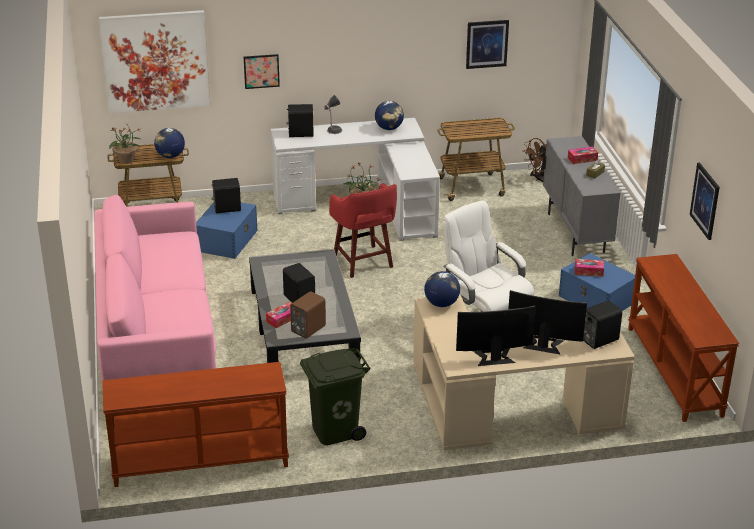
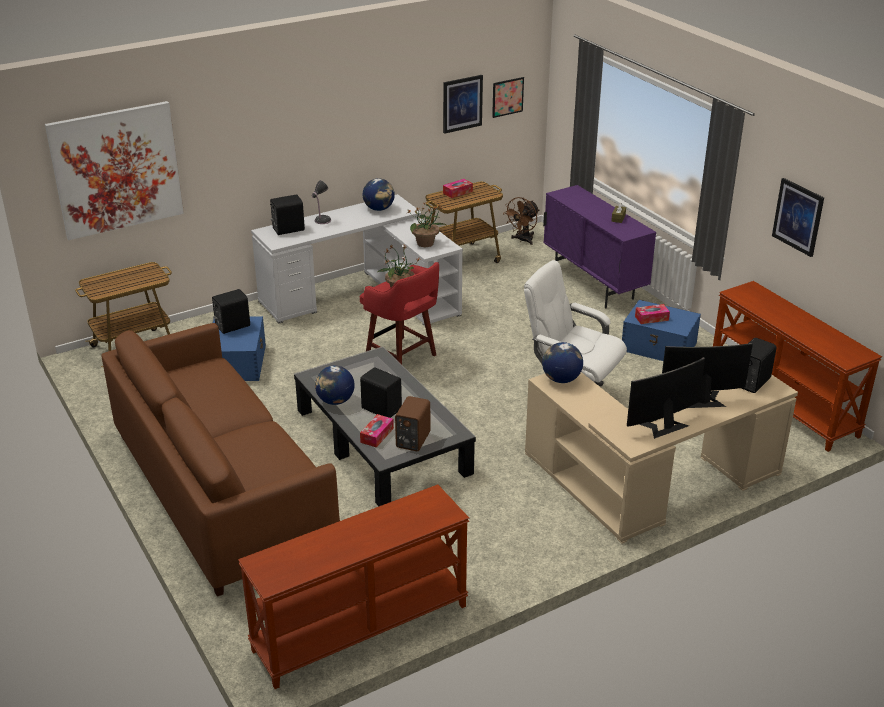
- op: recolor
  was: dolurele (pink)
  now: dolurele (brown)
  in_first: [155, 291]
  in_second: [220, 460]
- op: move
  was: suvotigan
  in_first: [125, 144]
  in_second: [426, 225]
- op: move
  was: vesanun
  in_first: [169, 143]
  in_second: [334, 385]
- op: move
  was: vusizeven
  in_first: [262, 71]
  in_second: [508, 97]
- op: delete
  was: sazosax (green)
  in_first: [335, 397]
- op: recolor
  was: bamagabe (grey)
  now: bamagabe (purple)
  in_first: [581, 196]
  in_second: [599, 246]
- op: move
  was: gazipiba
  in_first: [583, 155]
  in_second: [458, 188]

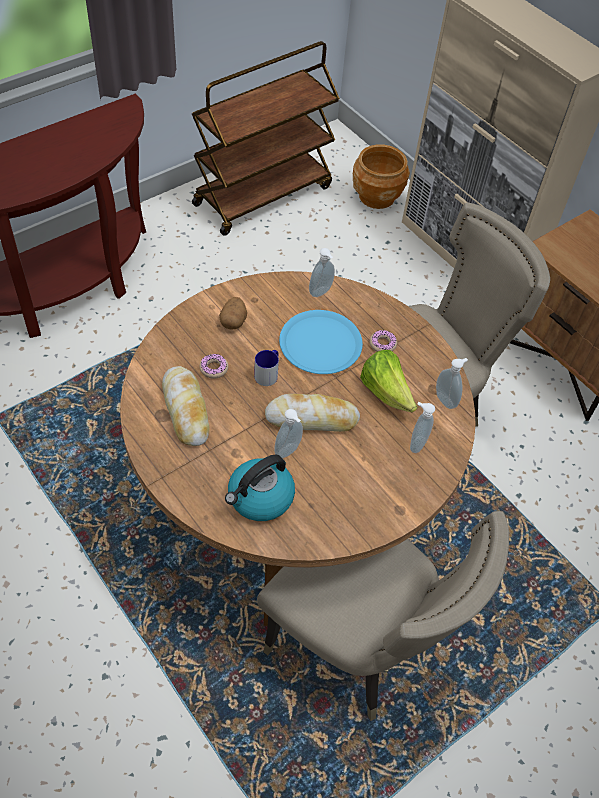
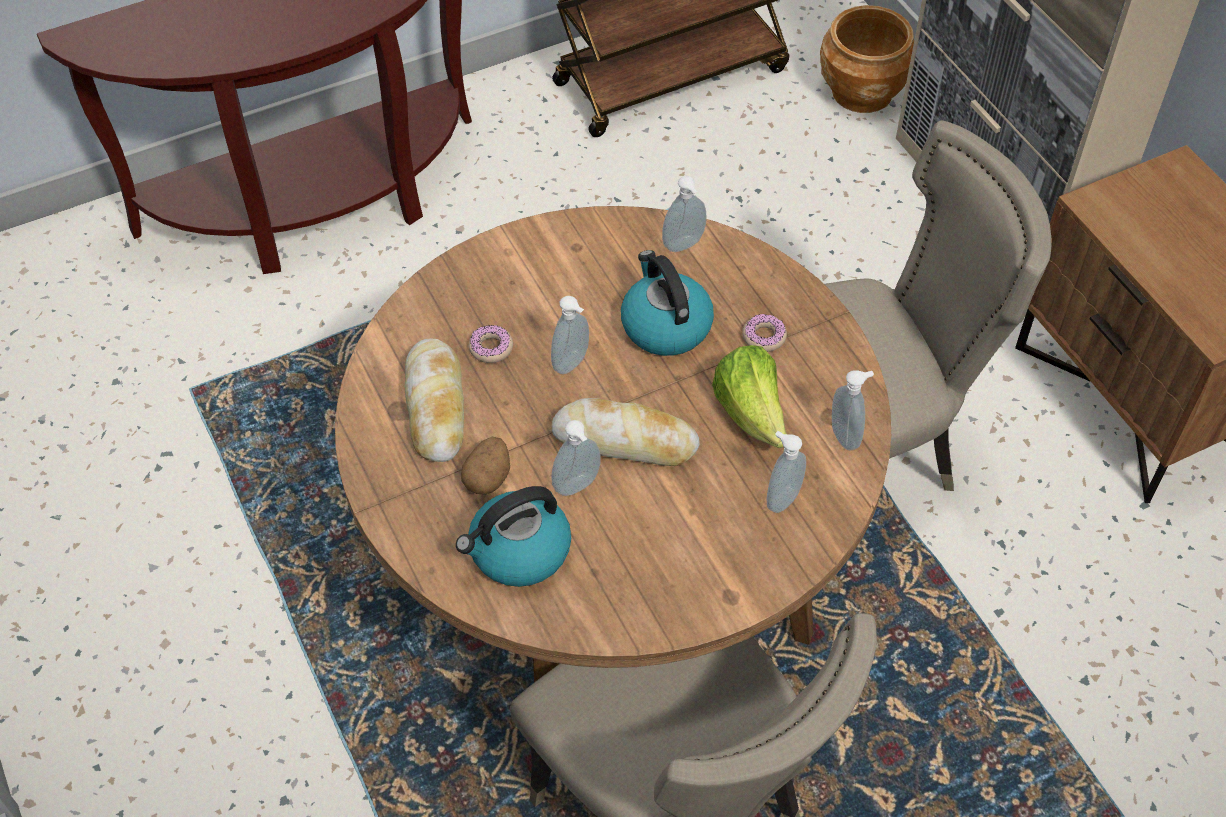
- op: move
  was: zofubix
  in_first: [233, 313]
  in_second: [485, 466]
- op: replace
  was: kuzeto
  now: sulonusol
  in_first: [266, 368]
  in_second: [570, 335]
- op: replace
  was: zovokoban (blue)
  now: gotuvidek
  in_first: [321, 342]
  in_second: [667, 303]

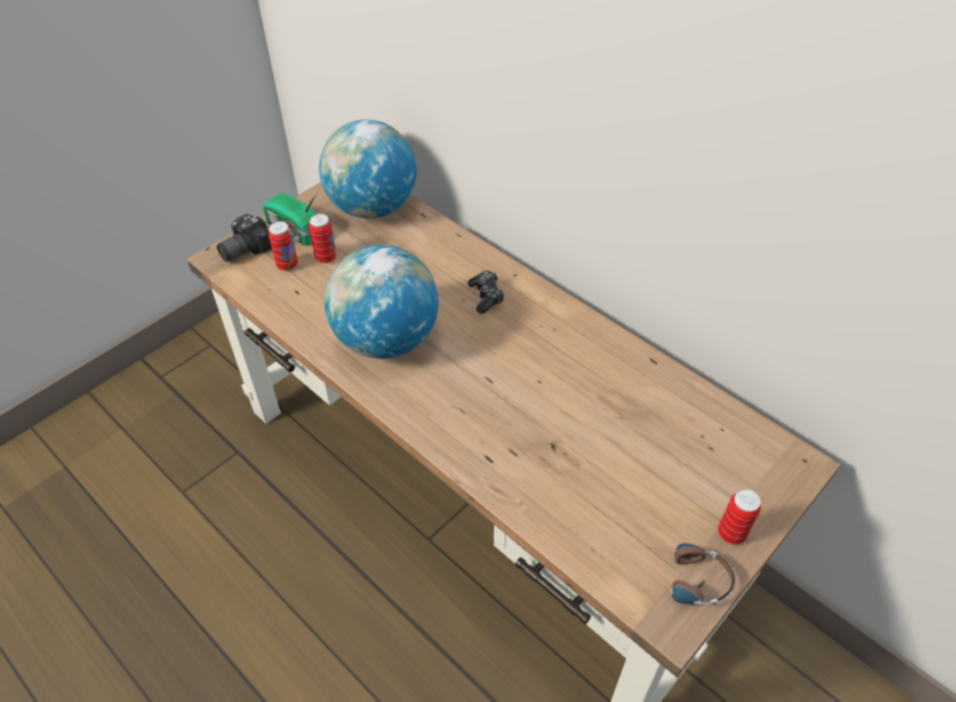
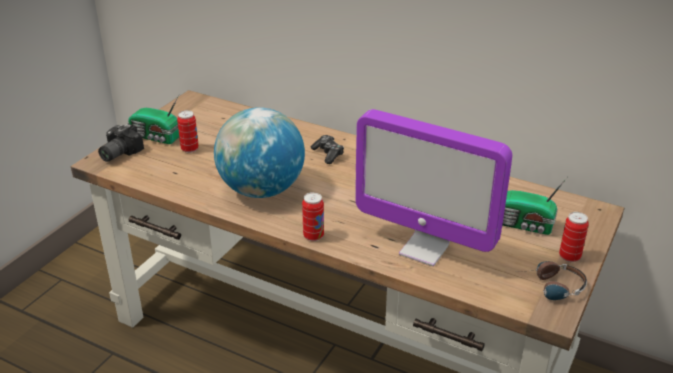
- op: move
  was: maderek
  in_first: [283, 246]
  in_second: [313, 216]
- op: delete
  was: vesanun
  in_first: [368, 169]
- op: insert
  now: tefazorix
  in_second: [433, 187]
- op: insert
  now: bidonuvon
  in_second: [535, 205]

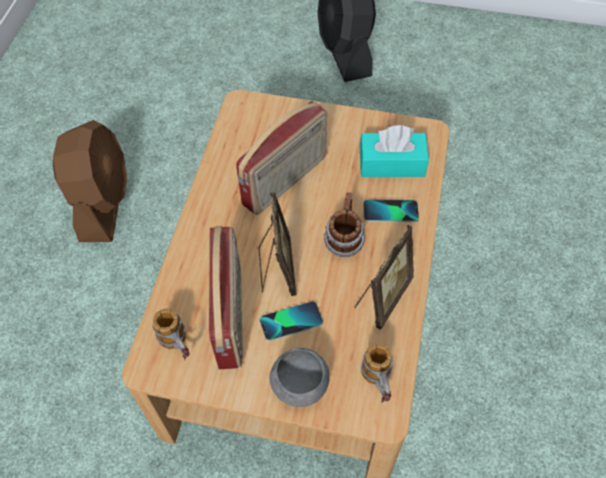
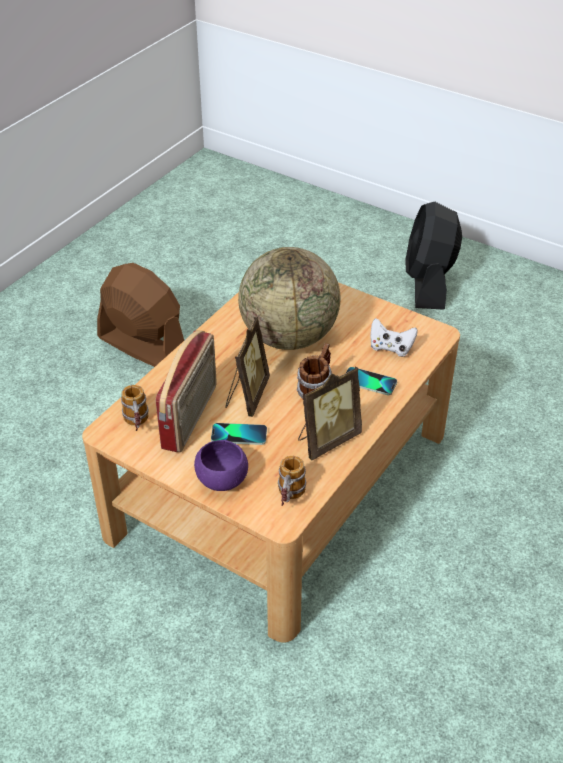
- op: rotate
  was: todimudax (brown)
  in_first: [90, 181]
  in_second: [140, 315]
  clockwise: -75
- op: replace
  was: bidonuvon
  now: vesanun
  in_first: [281, 158]
  in_second: [289, 298]
- op: recolor
  was: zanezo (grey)
  now: zanezo (purple)
  in_first: [300, 377]
  in_second: [221, 465]
- op: replace
  was: gazipiba (turquoise)
  now: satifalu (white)
  in_first: [394, 151]
  in_second: [394, 337]

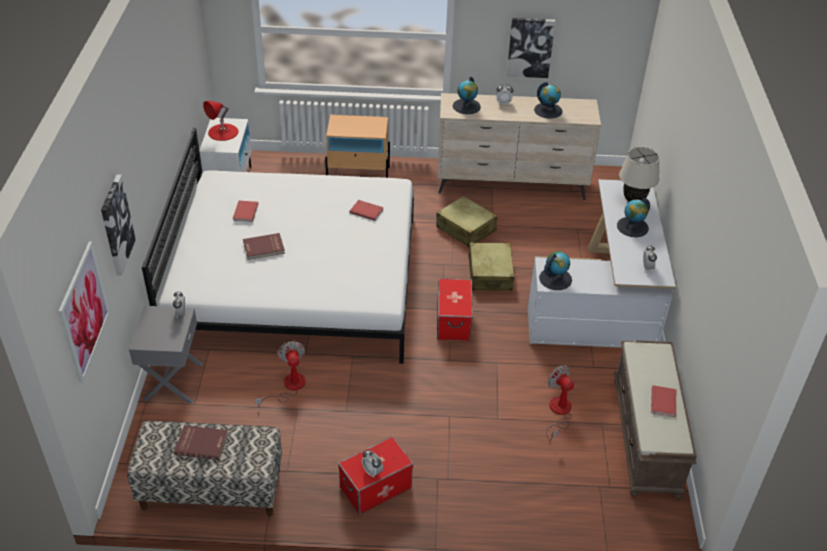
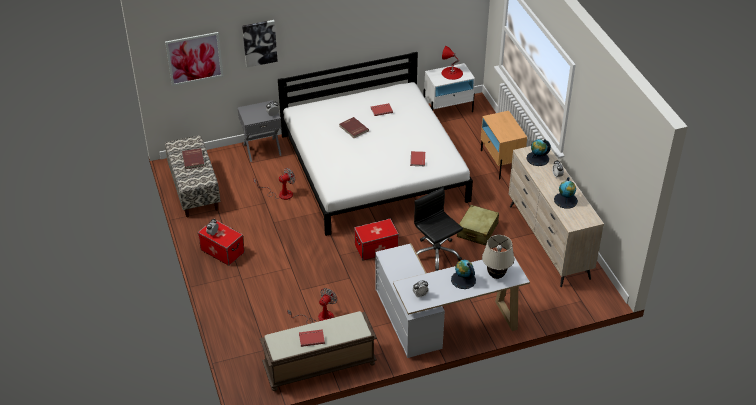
- op: replace
  was: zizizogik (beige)
  now: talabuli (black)
  in_first: [492, 266]
  in_second: [438, 229]
- op: delete
  was: vusizeven
  in_first: [530, 48]
- op: delete
  was: vesanun
  in_first: [555, 270]

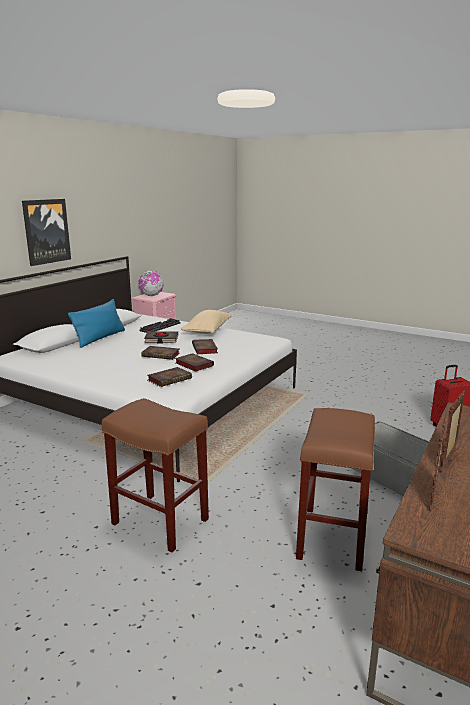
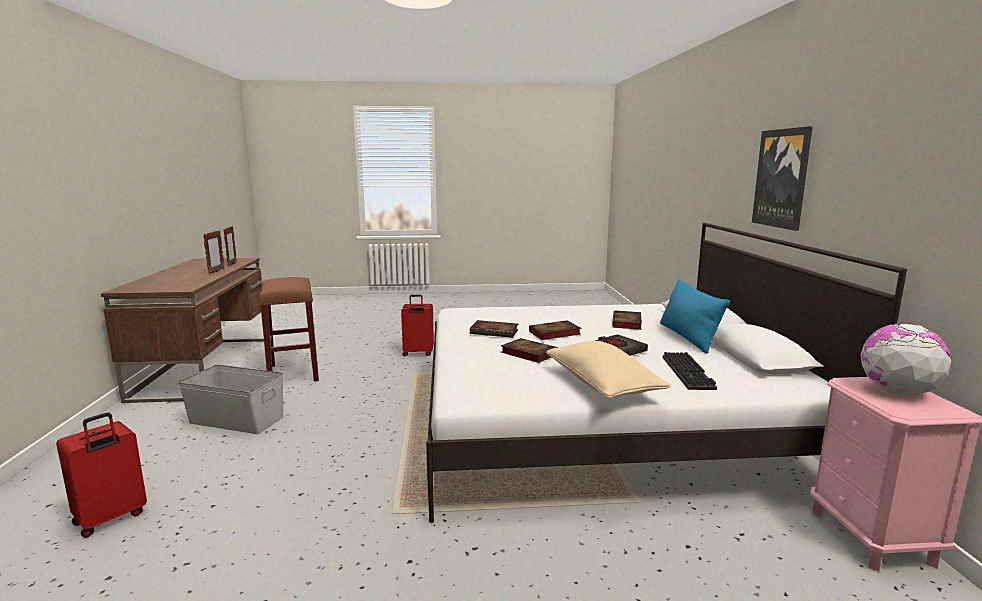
- op: replace
  was: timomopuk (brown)
  now: zizizogik (red)
  in_first: [155, 475]
  in_second: [417, 325]
- op: move
  was: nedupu
  in_first: [169, 377]
  in_second: [627, 320]

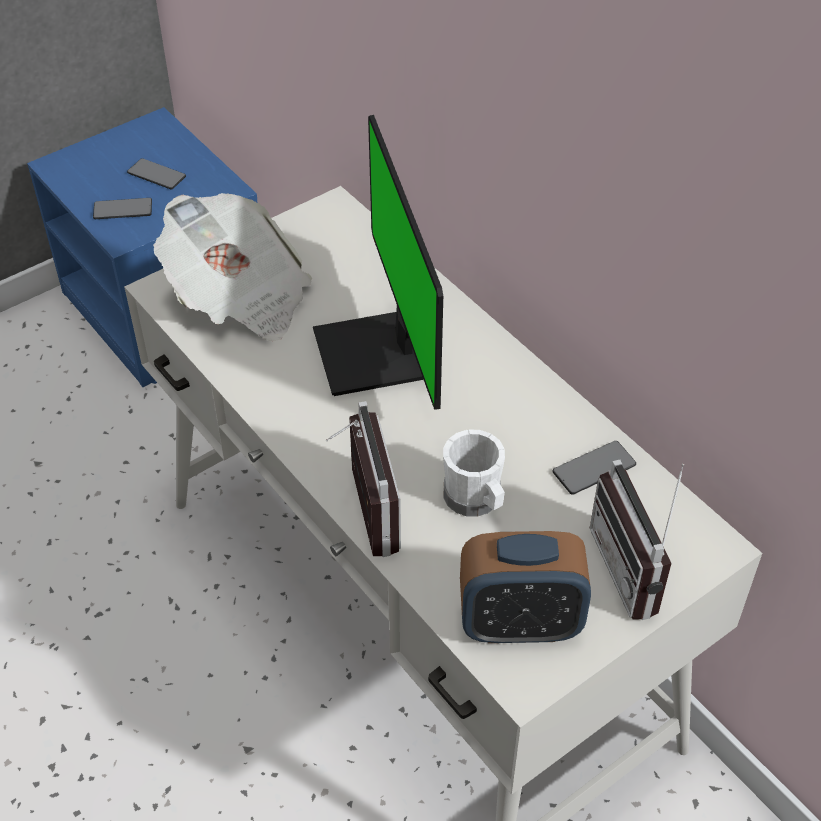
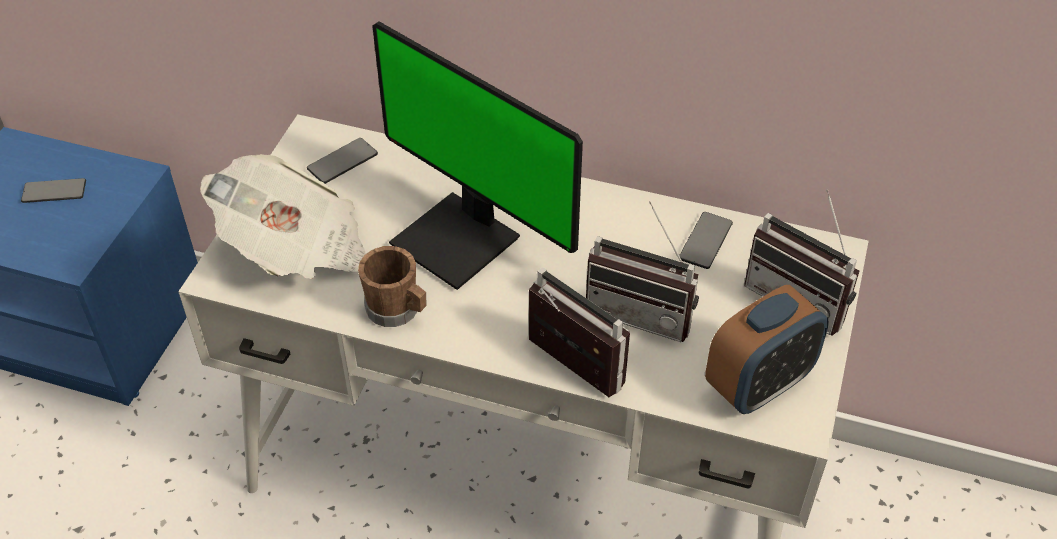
- op: move
  was: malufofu
  in_first: [122, 208]
  in_second: [342, 161]
- op: replace
  was: kuzeto (white)
  now: bidonuvon
  in_first: [474, 473]
  in_second: [642, 271]
- op: insert
  now: kuzeto (brown)
  in_second: [392, 286]

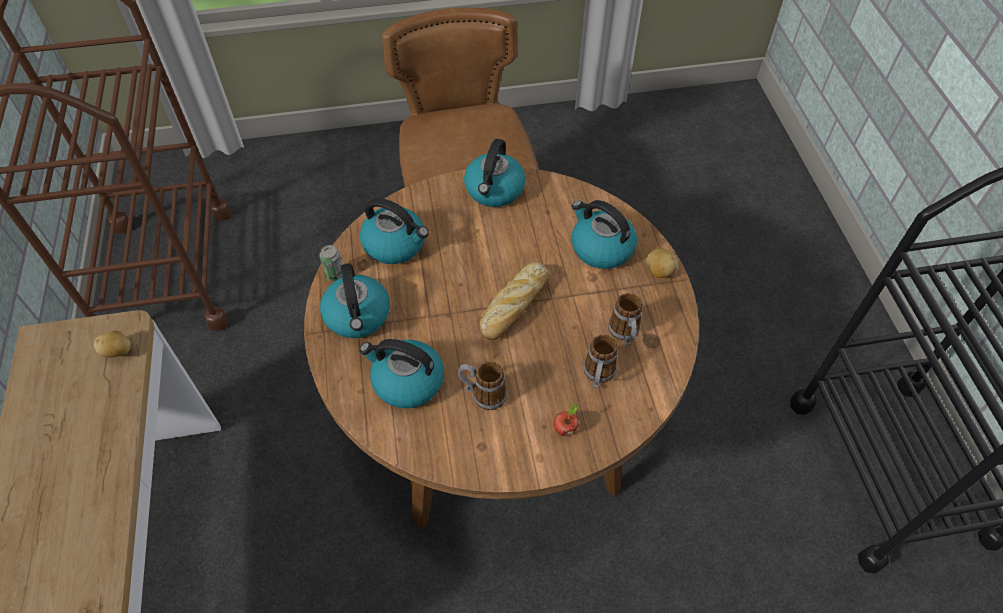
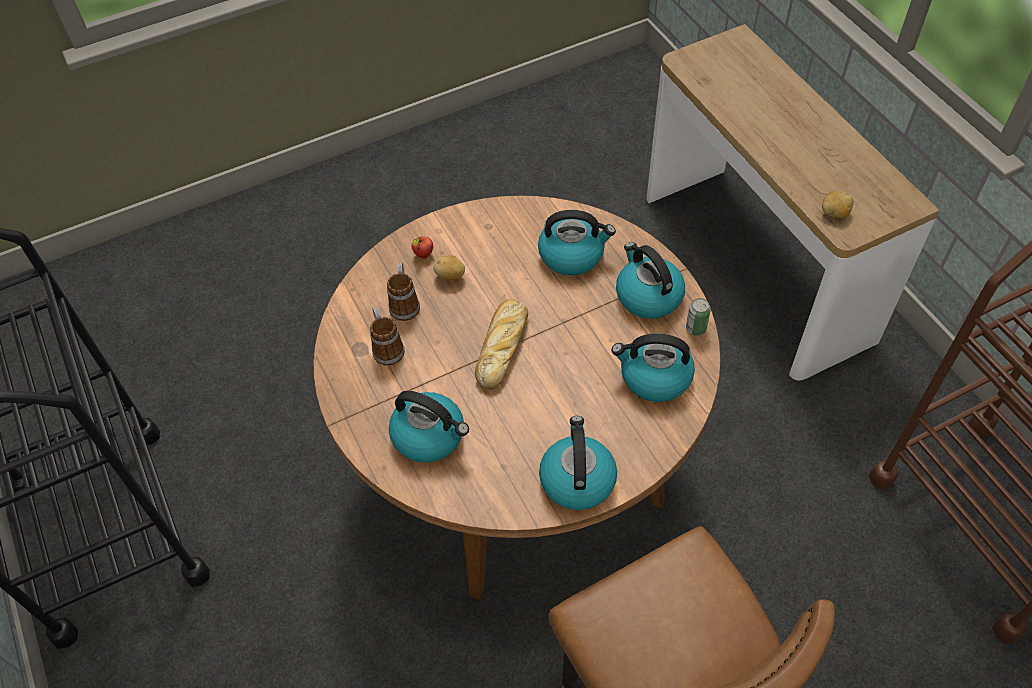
- op: delete
  was: kuzeto
  in_first: [482, 385]
- op: move
  was: zofubix
  in_first: [662, 263]
  in_second: [449, 267]

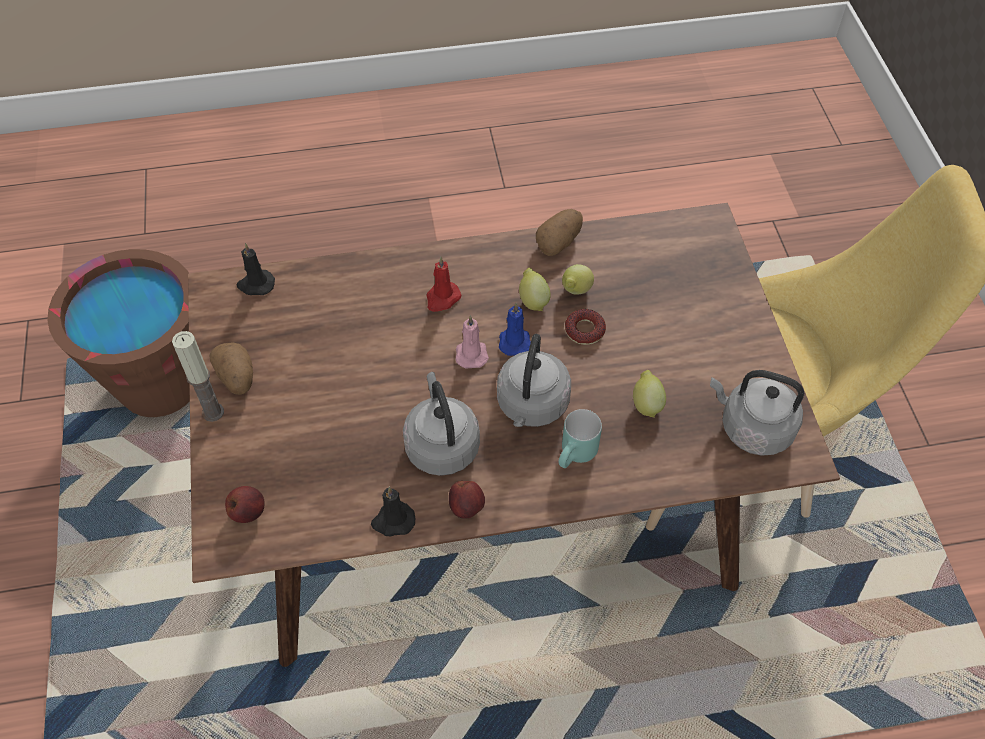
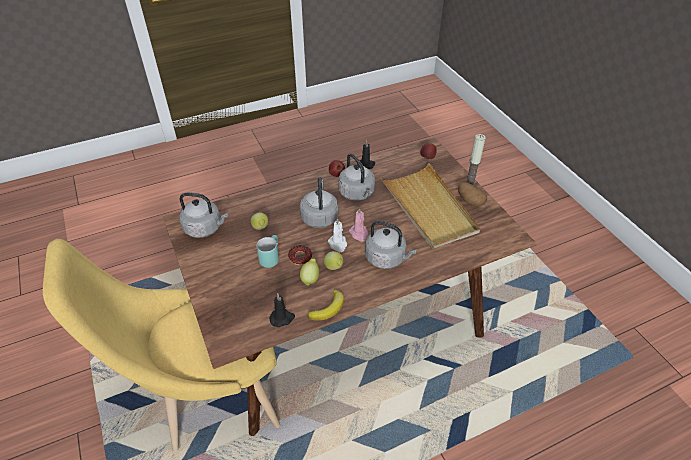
- op: delete
  was: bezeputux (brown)
  in_first: [118, 333]
- op: move
  was: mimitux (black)
  in_first: [256, 269]
  in_second: [282, 310]
- op: replace
  was: mimitux (red)
  now: gotuvidek (grey)
  in_first: [443, 284]
  in_second: [391, 245]
- op: recolor
  was: mimitux (blue)
  now: mimitux (white)
  in_first: [515, 329]
  in_second: [337, 235]
- op: replace
  was: zofubix
  now: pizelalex
  in_first: [559, 232]
  in_second: [326, 305]
- op: move
  was: kuzeto (turquoise)
  in_first: [580, 438]
  in_second: [267, 251]
- op: insert
  now: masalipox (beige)
  in_second: [430, 206]

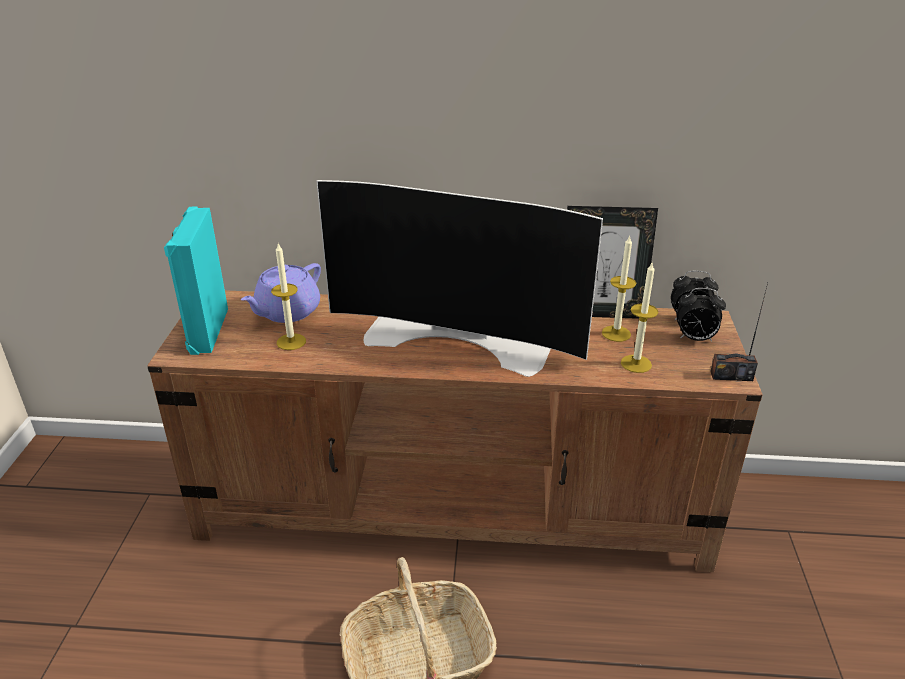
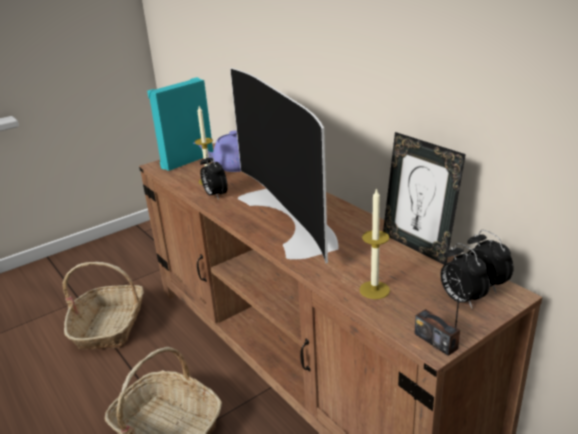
- op: delete
  was: mimitux
  in_first: [619, 288]
- op: insert
  now: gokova
  in_second: [103, 306]
- op: insert
  now: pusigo
  in_second: [214, 176]

